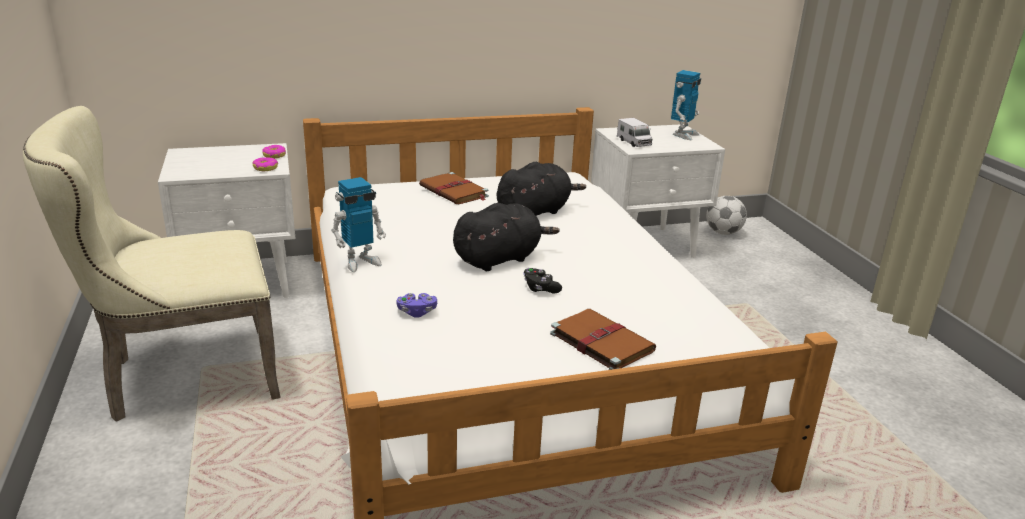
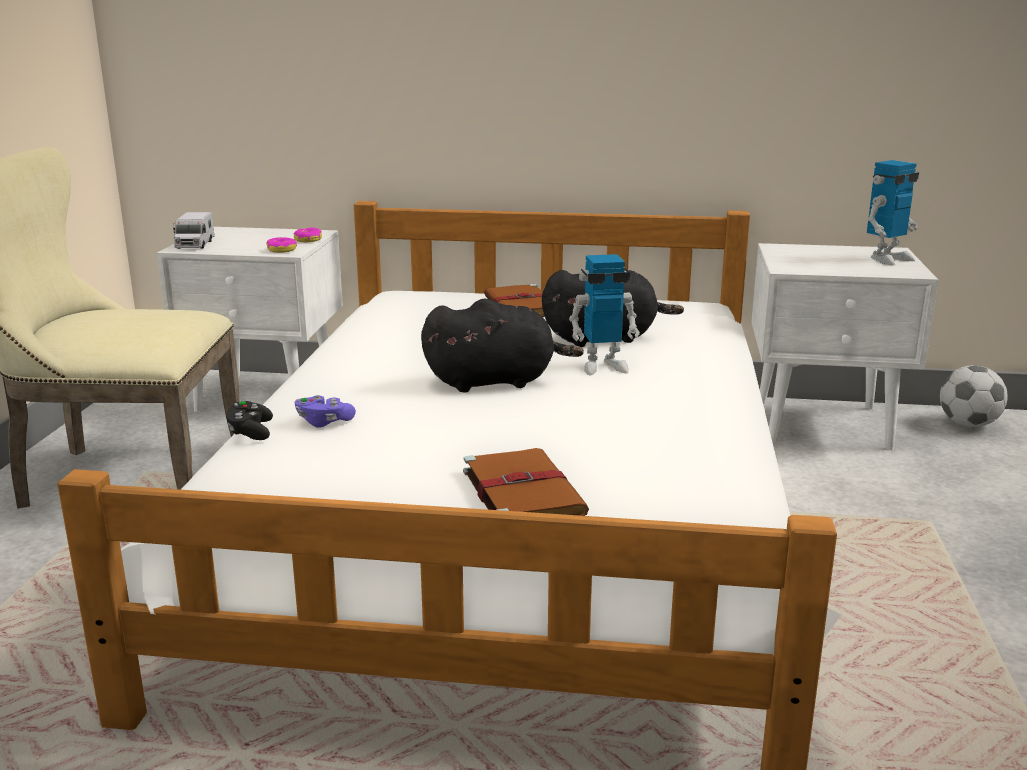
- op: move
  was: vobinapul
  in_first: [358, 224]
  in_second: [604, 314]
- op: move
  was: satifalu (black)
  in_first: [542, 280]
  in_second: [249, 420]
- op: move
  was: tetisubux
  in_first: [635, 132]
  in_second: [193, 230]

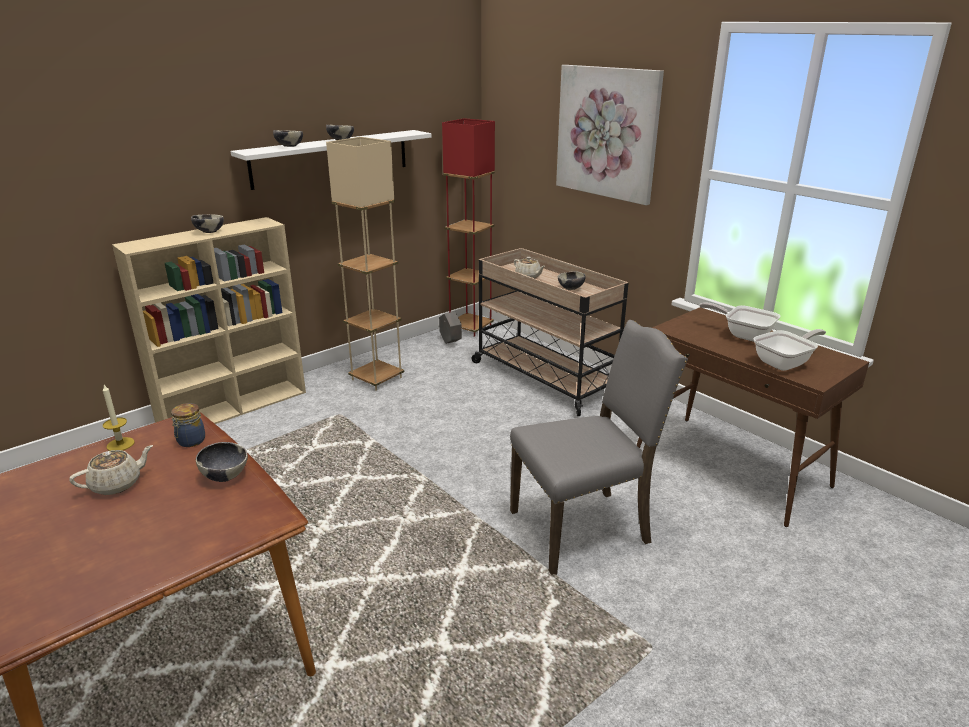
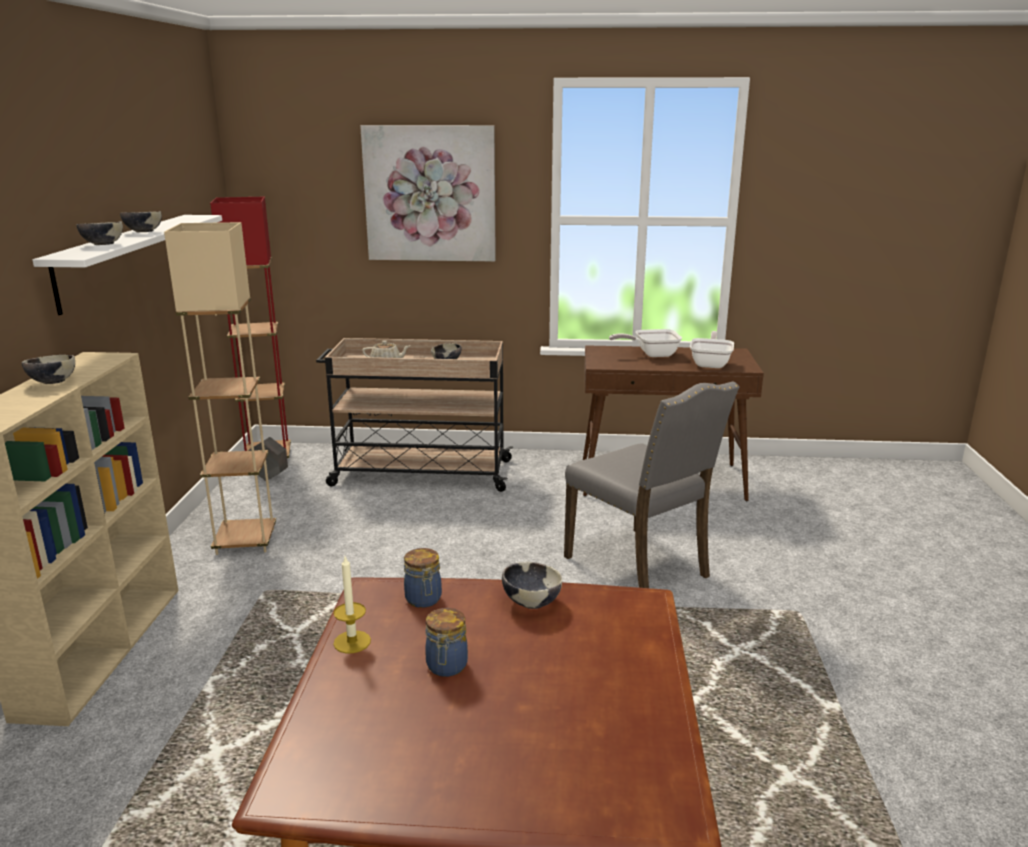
- op: replace
  was: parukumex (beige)
  now: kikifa
  in_first: [111, 470]
  in_second: [446, 642]
- op: rotate
  was: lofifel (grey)
  in_first: [599, 447]
  in_second: [652, 484]
  clockwise: 120

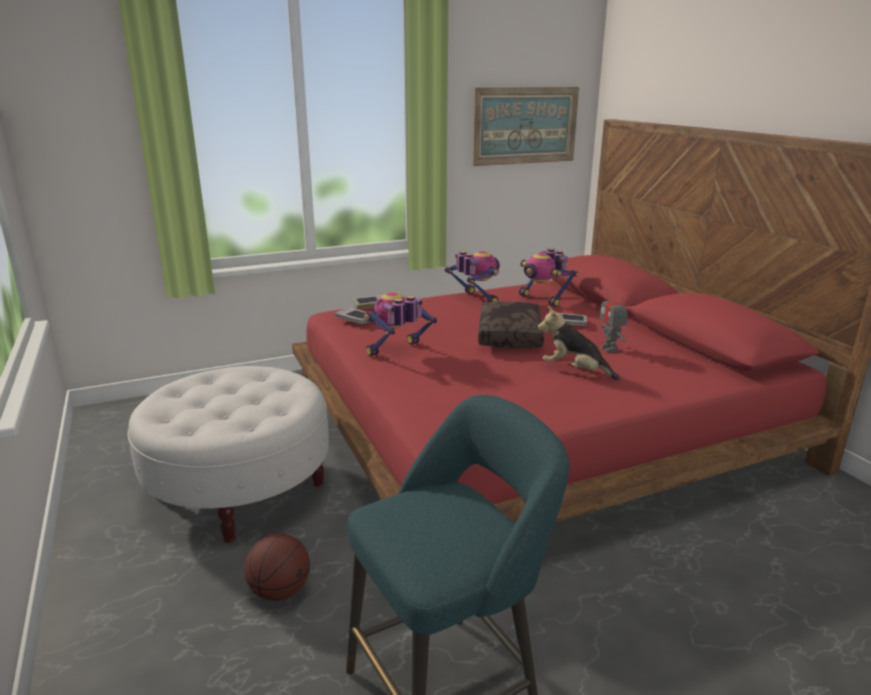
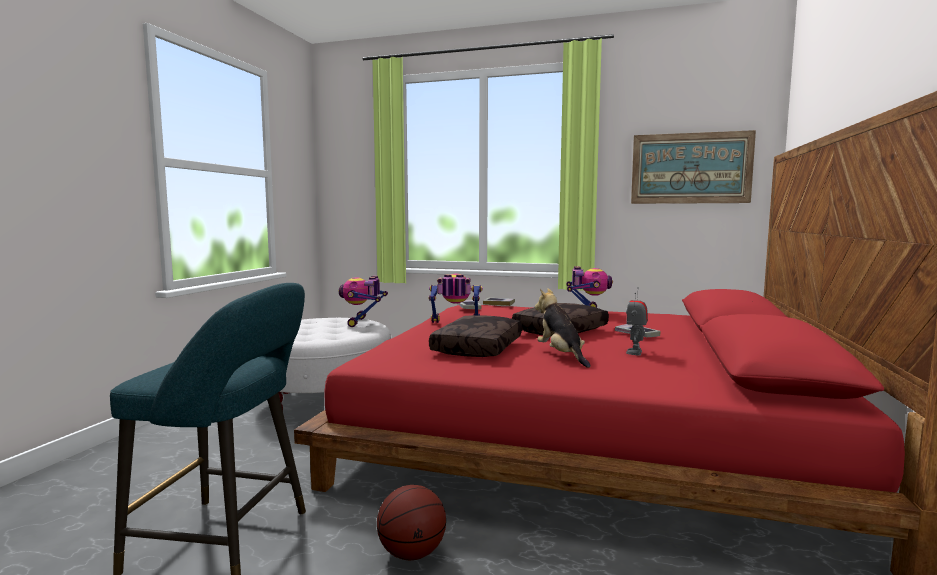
- op: move
  was: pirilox
  in_first: [277, 567]
  in_second: [411, 522]
- op: move
  was: vobinapul
  in_first: [548, 277]
  in_second: [363, 301]
- op: insert
  now: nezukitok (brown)
  in_second: [475, 336]

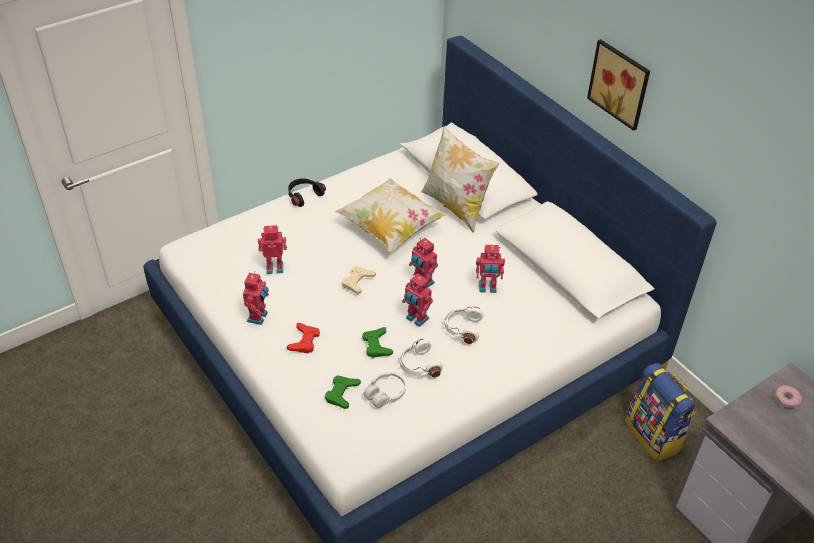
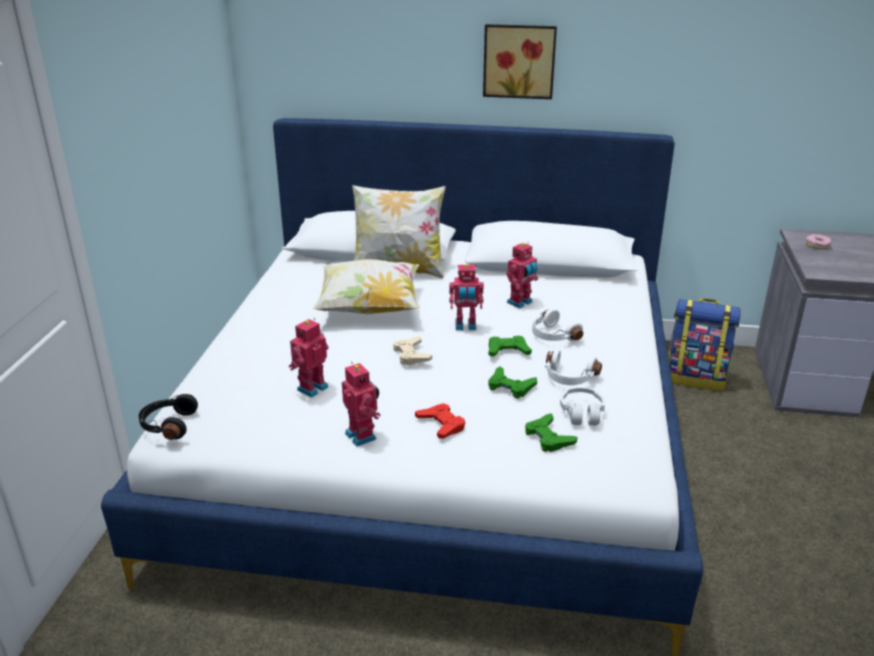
- op: move
  was: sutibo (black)
  in_first: [307, 193]
  in_second: [168, 417]
- op: replace
  was: vobinapul
  now: satifalu (green)
  in_first: [417, 300]
  in_second: [510, 346]

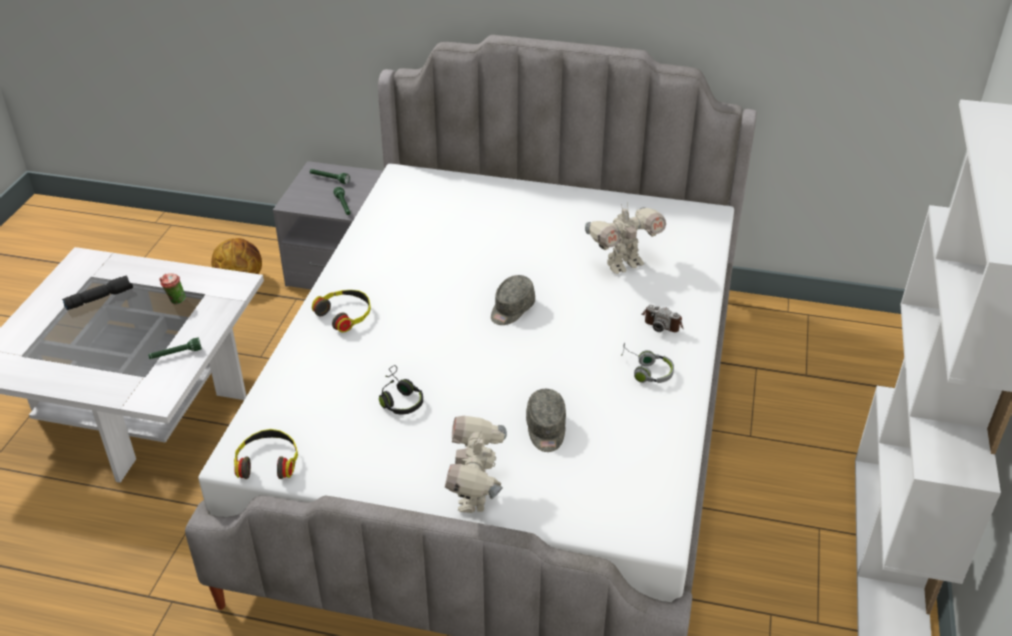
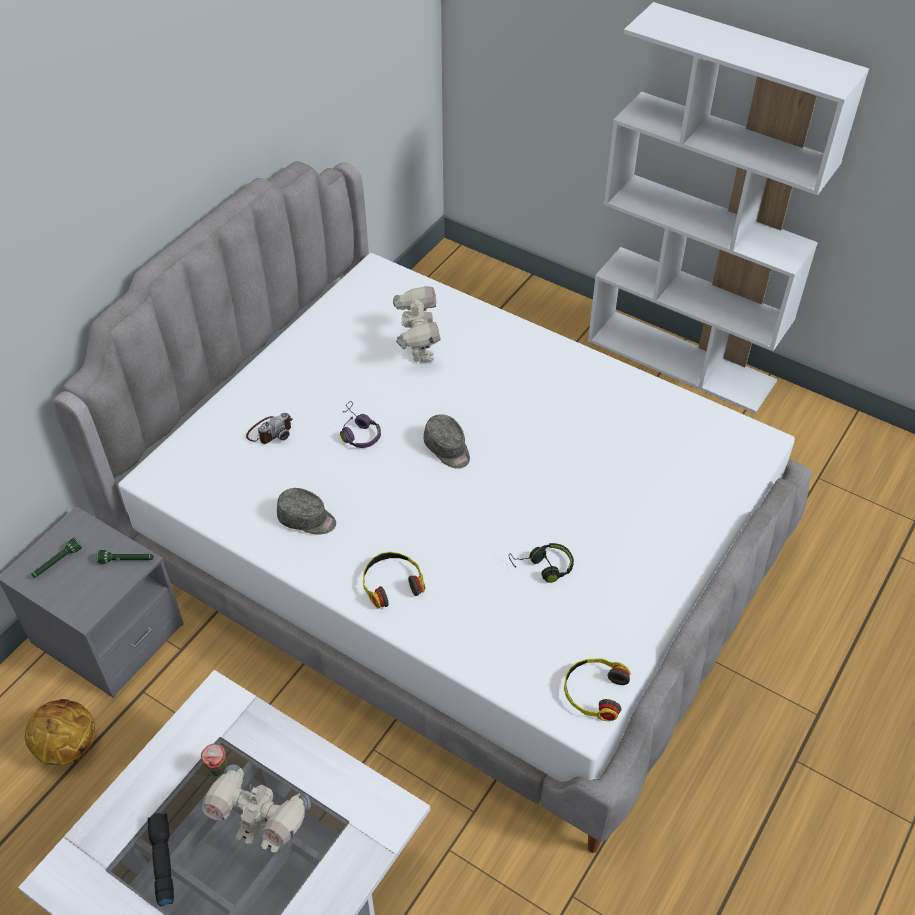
- op: delete
  was: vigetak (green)
  in_first: [175, 348]
- op: move
  was: vobinapul
  in_first: [476, 464]
  in_second: [256, 808]
- op: move
  was: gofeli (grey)
  in_first: [546, 420]
  in_second: [306, 511]
- op: delete
  was: sutibo (grey)
  in_first: [647, 362]
- op: move
  was: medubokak
  in_first: [662, 318]
  in_second: [269, 428]
- op: insert
  now: sutibo (purple)
  in_second: [360, 424]

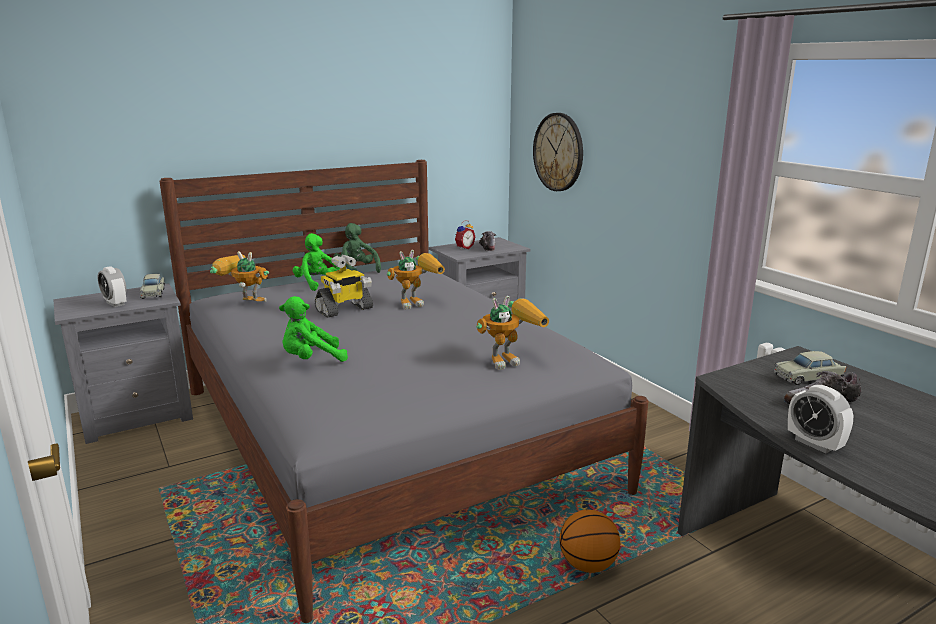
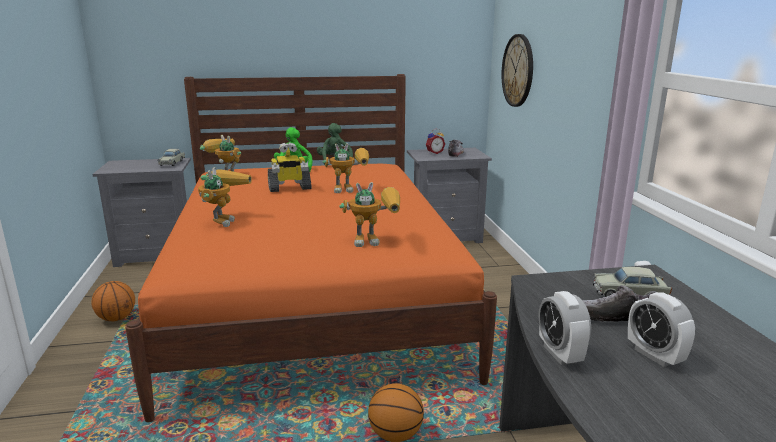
- op: move
  was: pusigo
  in_first: [112, 286]
  in_second: [661, 329]
- op: recolor
  was: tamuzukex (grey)
  now: tamuzukex (orange)
  in_first: [403, 391]
  in_second: [311, 248]
- op: replace
  was: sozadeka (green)
  now: vobinapul
  in_first: [313, 329]
  in_second: [225, 197]
- op: insert
  now: pirilox
  in_second: [113, 301]

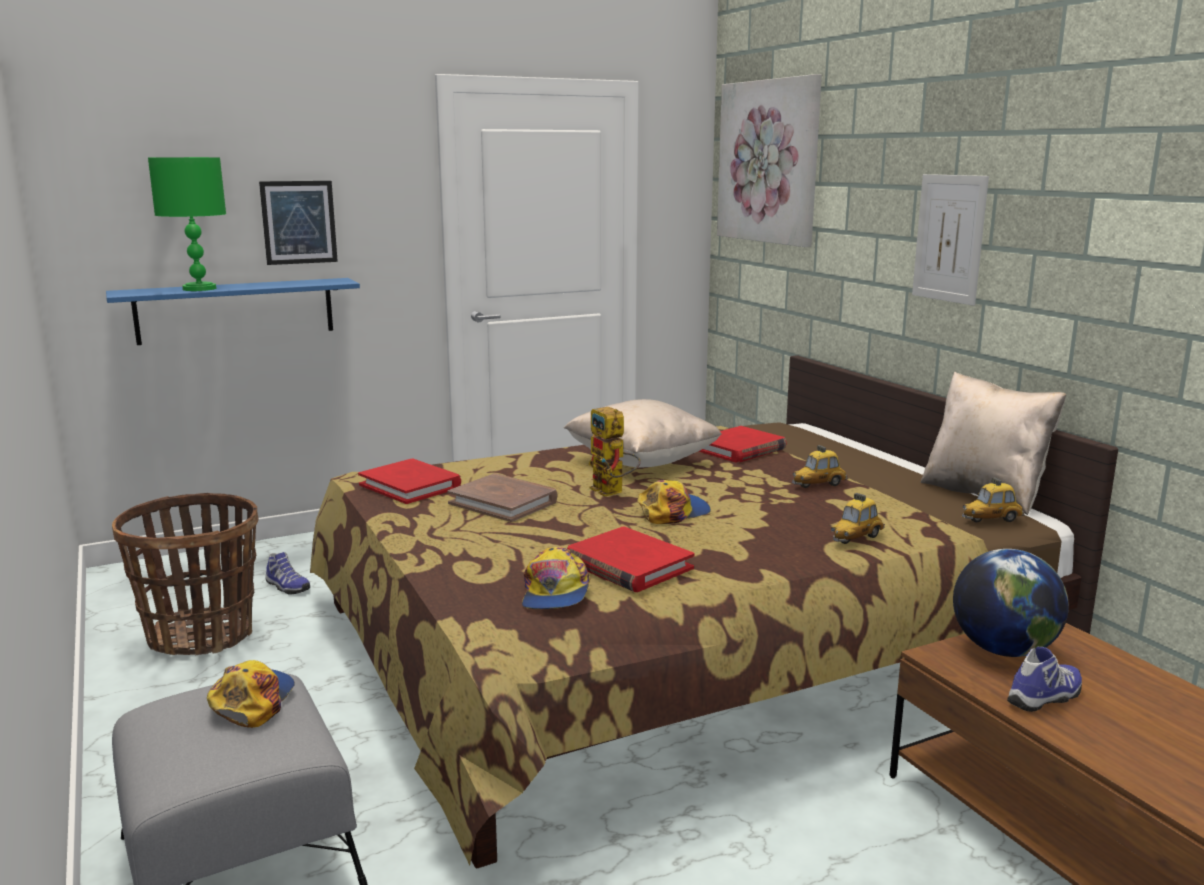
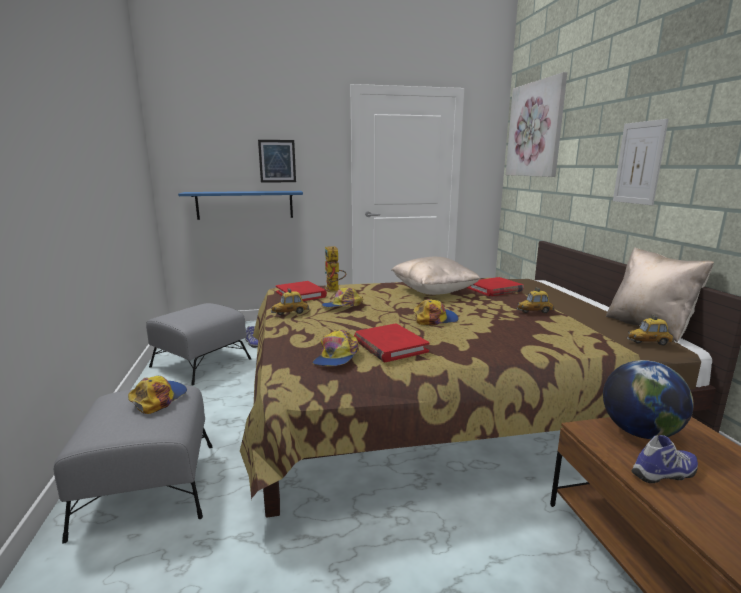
- op: replace
  was: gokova
  now: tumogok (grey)
  in_first: [185, 574]
  in_second: [198, 344]
- op: delete
  was: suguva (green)
  in_first: [187, 224]
- op: replace
  was: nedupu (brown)
  now: gofeli
  in_first: [502, 497]
  in_second: [342, 297]
- op: move
  was: vobinapul
  in_first: [614, 452]
  in_second: [335, 269]
- op: move
  was: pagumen
  in_first: [858, 518]
  in_second: [290, 301]

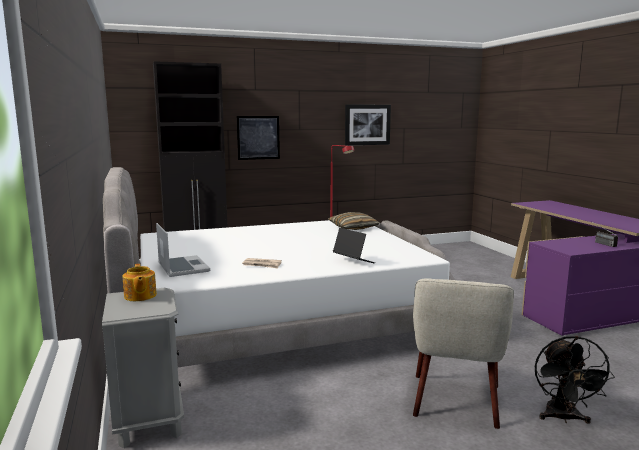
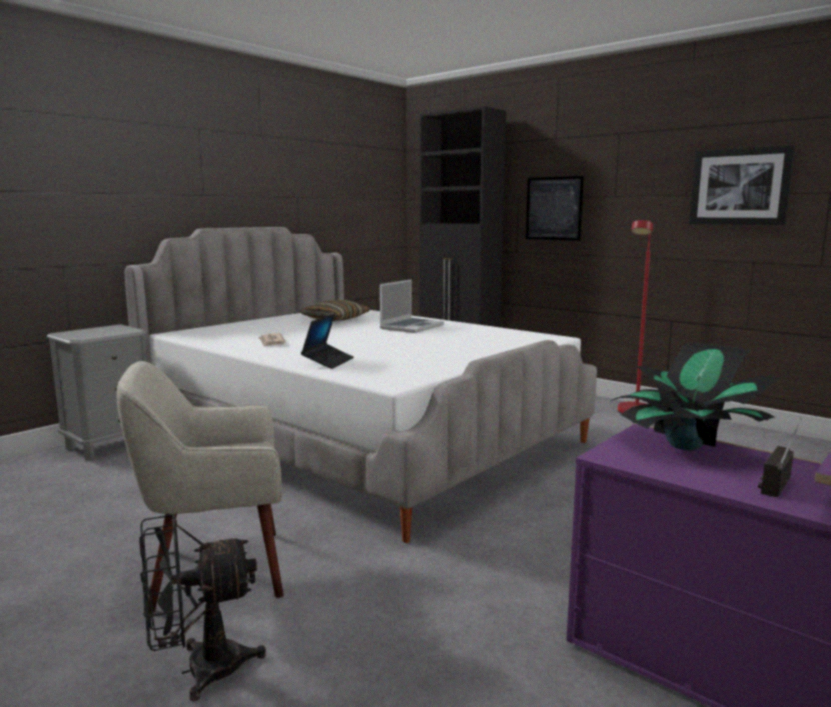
- op: delete
  was: parukumex
  in_first: [139, 282]
- op: move
  was: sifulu
  in_first: [183, 250]
  in_second: [412, 306]
- op: move
  was: nezukitok
  in_first: [354, 221]
  in_second: [334, 310]
- op: insert
  now: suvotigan
  in_second: [695, 396]

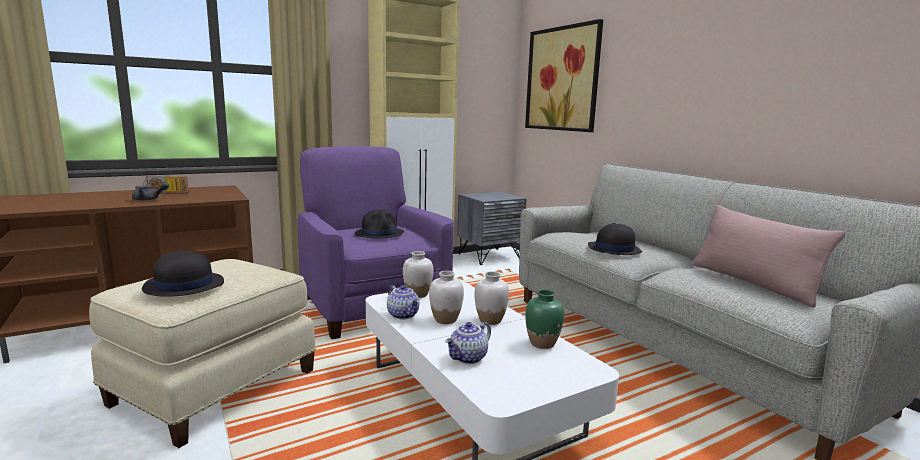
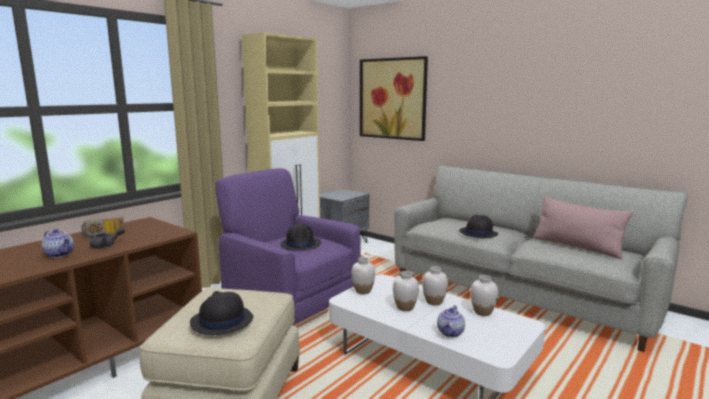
- op: move
  was: parukumex
  in_first: [403, 302]
  in_second: [58, 243]
- op: recolor
  was: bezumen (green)
  now: bezumen (white)
  in_first: [544, 319]
  in_second: [484, 295]

